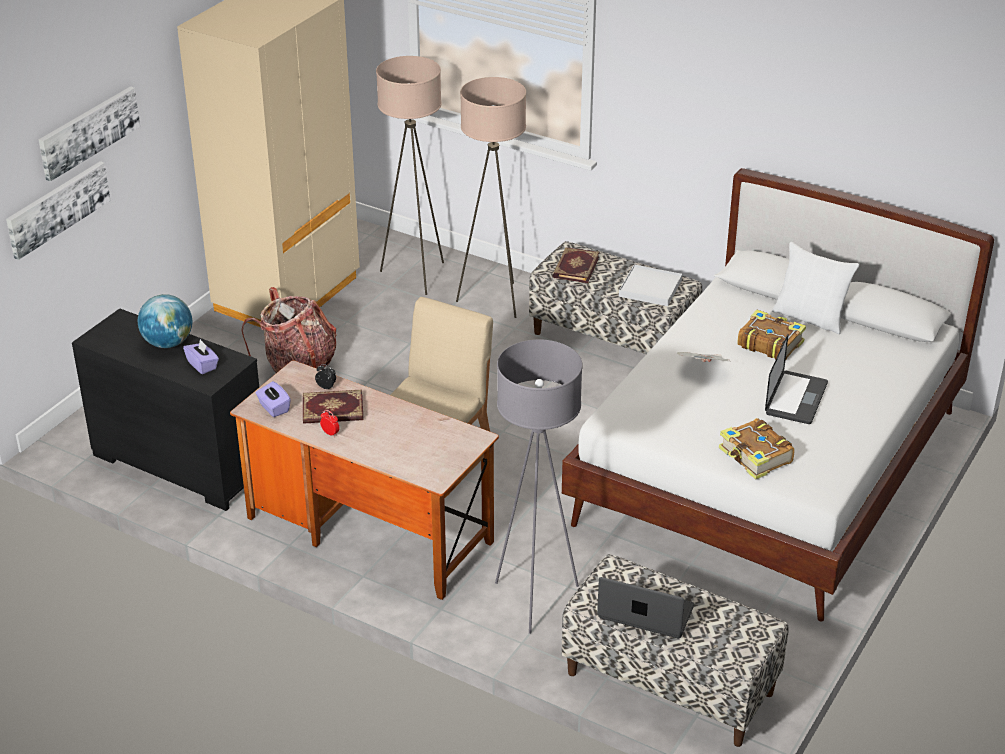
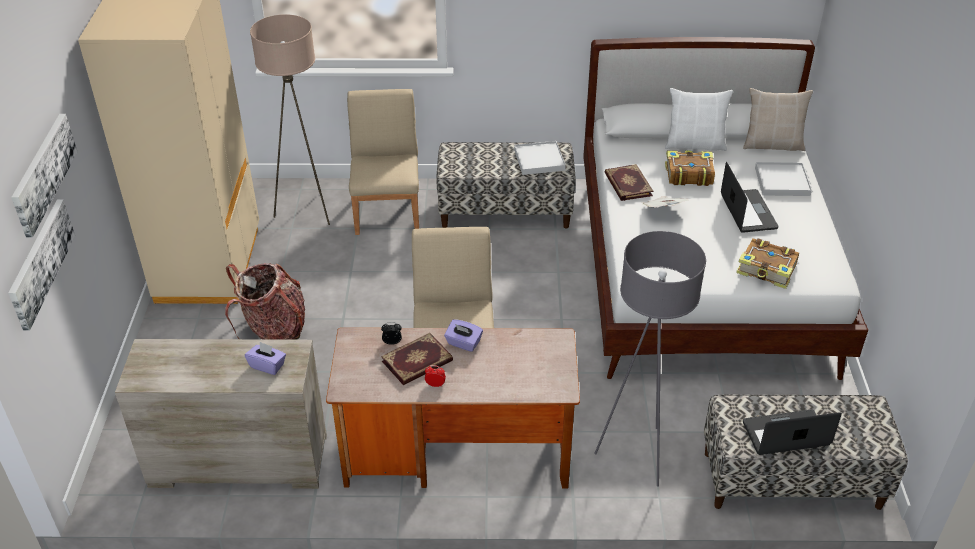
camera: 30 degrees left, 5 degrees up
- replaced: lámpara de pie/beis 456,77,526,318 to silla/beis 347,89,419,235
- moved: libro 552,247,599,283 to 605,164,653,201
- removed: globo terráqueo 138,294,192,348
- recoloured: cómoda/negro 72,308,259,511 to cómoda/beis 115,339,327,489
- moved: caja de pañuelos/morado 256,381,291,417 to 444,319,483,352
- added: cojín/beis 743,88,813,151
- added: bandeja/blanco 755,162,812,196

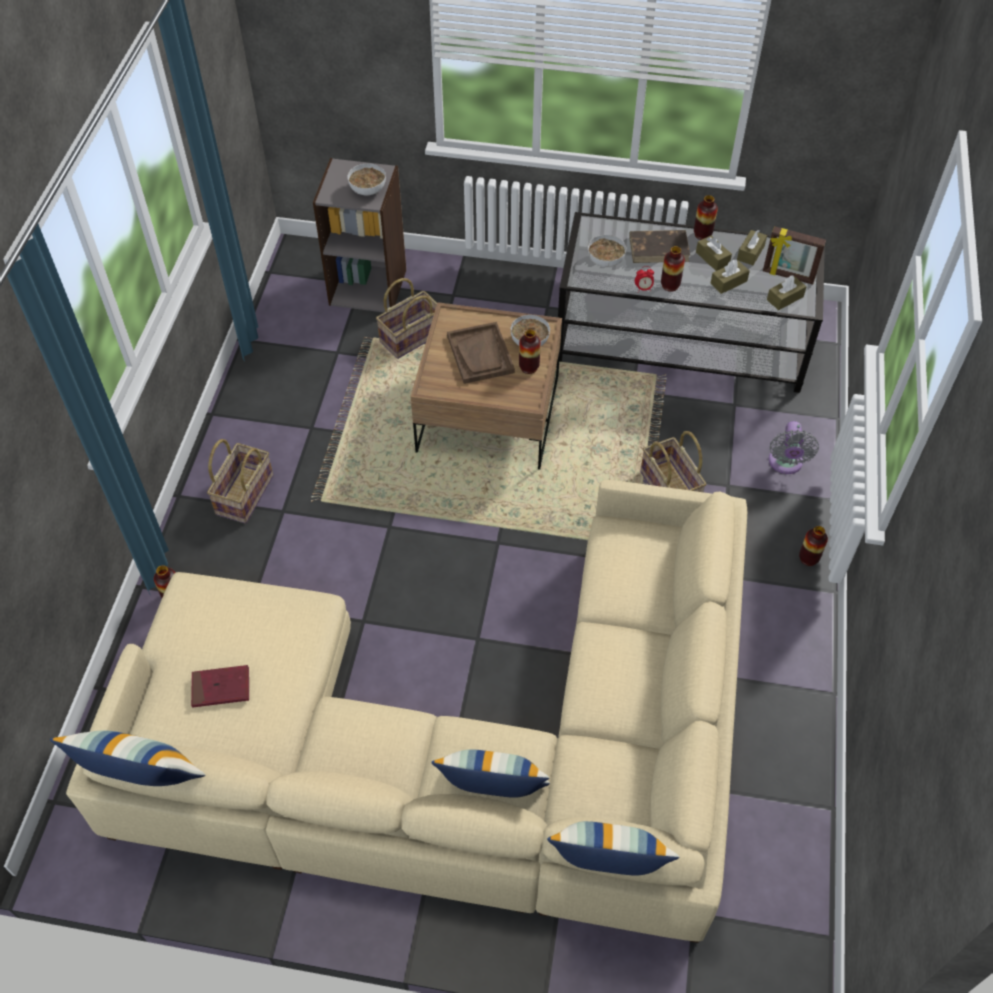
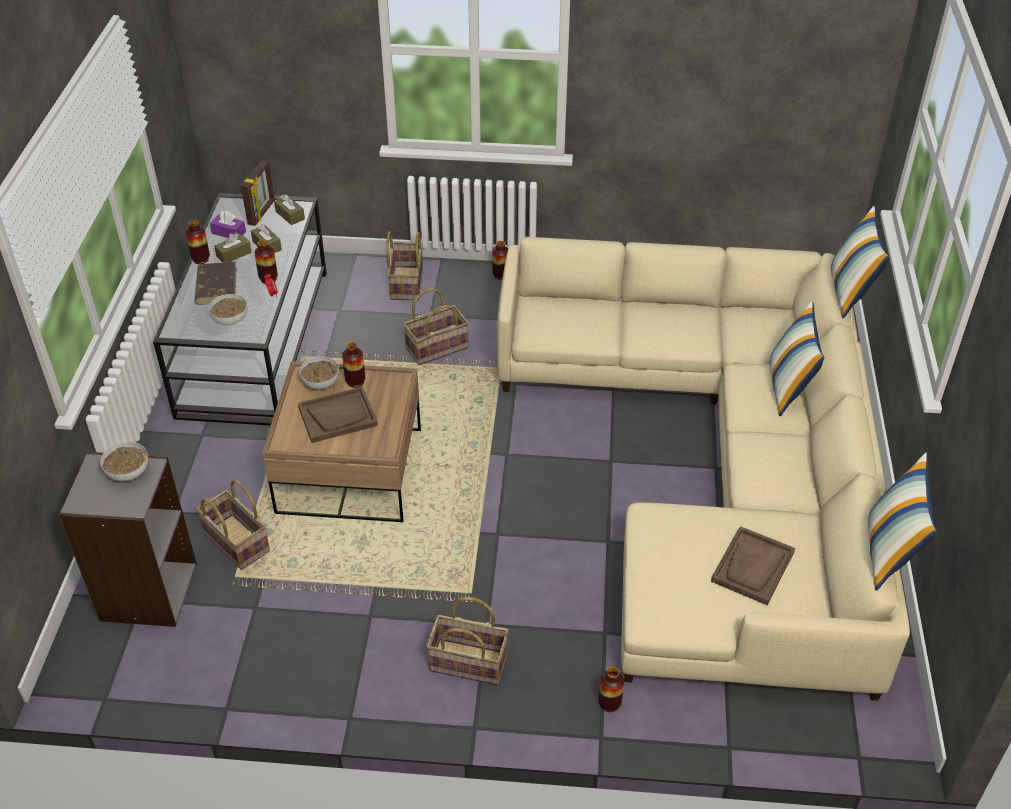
camera: 95 degrees left, 10 degrees down
- recoloured: caja de pañuelos/marrón 737,230,767,265 to caja de pañuelos/morado 210,211,246,238
- replaced: ventilador/gris 769,421,819,474 to cesta 386,231,423,300
- replaced: libro/rojo 191,665,249,707 to bandeja/marrón 711,526,795,605

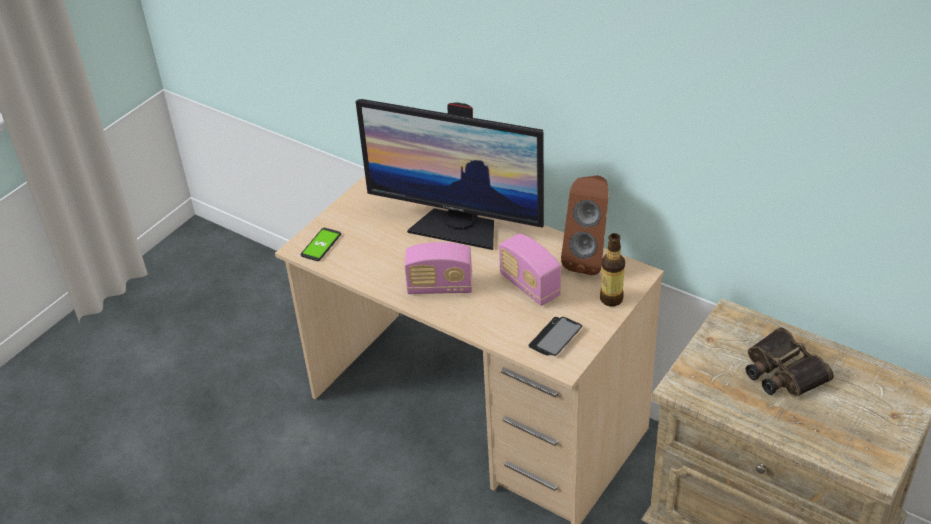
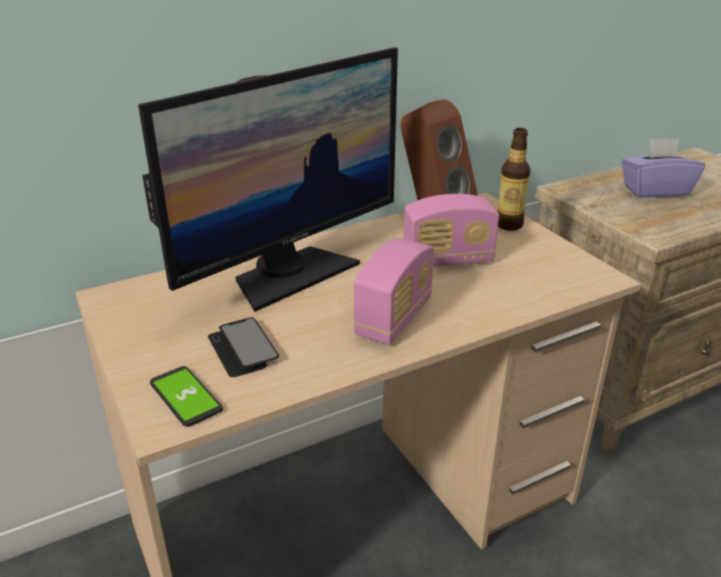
camera: 65 degrees left, 10 degrees down
- moved: móvil 528,317,582,356 to 208,317,279,377
- replaced: prismáticos 746,327,834,397 to caja de pañuelos/morado 622,138,705,198

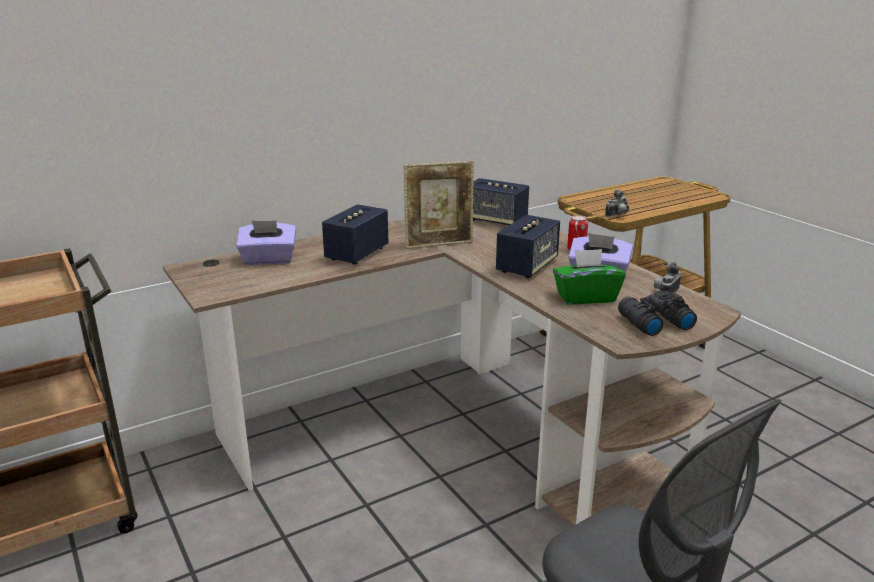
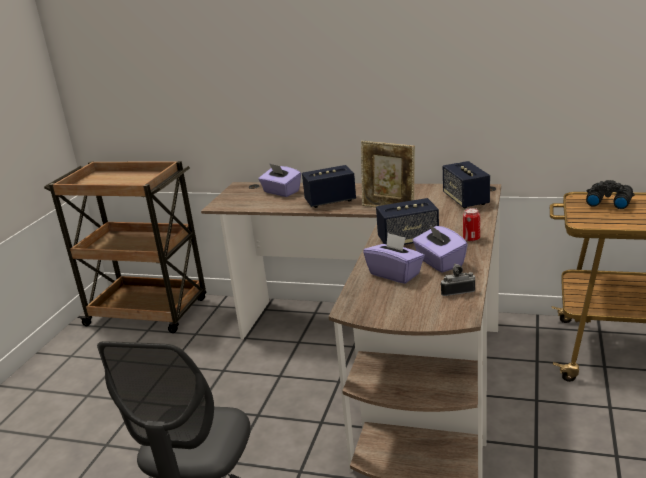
camera: 50 degrees right, 0 degrees up
- removed: cámara 605,190,629,217
- recoloured: caja de pañuelos/verde 553,249,626,305 to caja de pañuelos/morado 363,233,425,284
- moved: prismáticos/negro 618,290,697,336 to 586,180,635,209

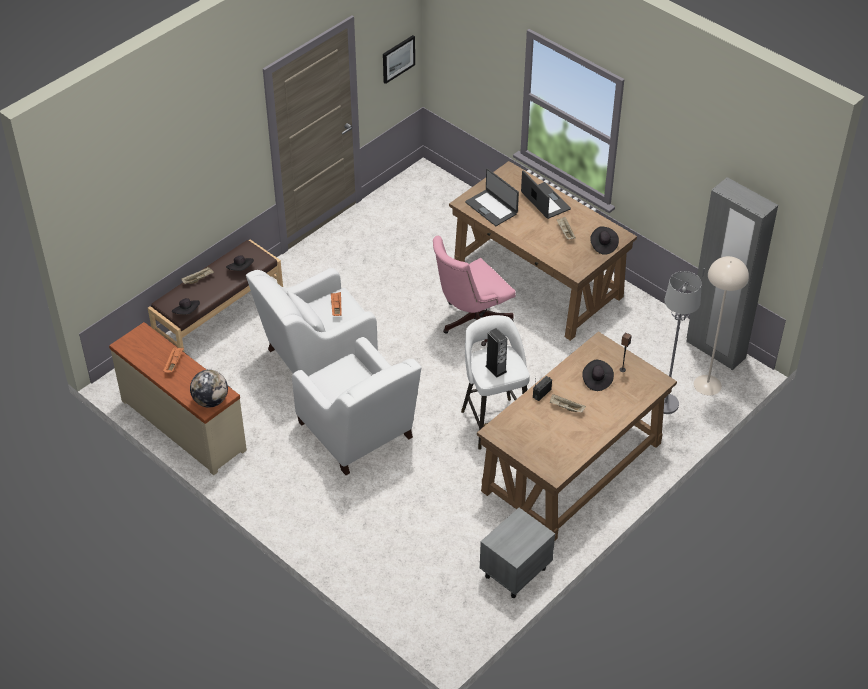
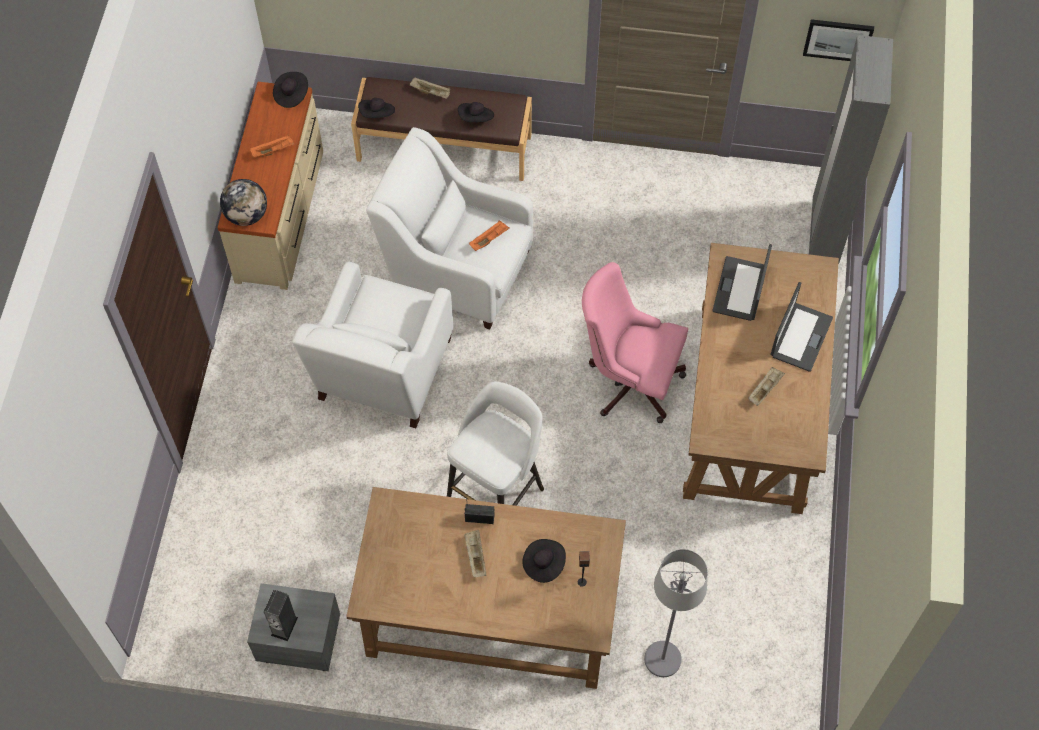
camera: 55 degrees right, 15 degrees up
- moved: armario ropero/gris 686,177,778,370 to 809,35,893,265
- moved: sombrero/negro 590,226,619,255 to 273,72,308,108
- removed: lámpara de pie/beis 694,256,749,395
- moved: altavoz 485,328,507,378 to 264,590,298,641

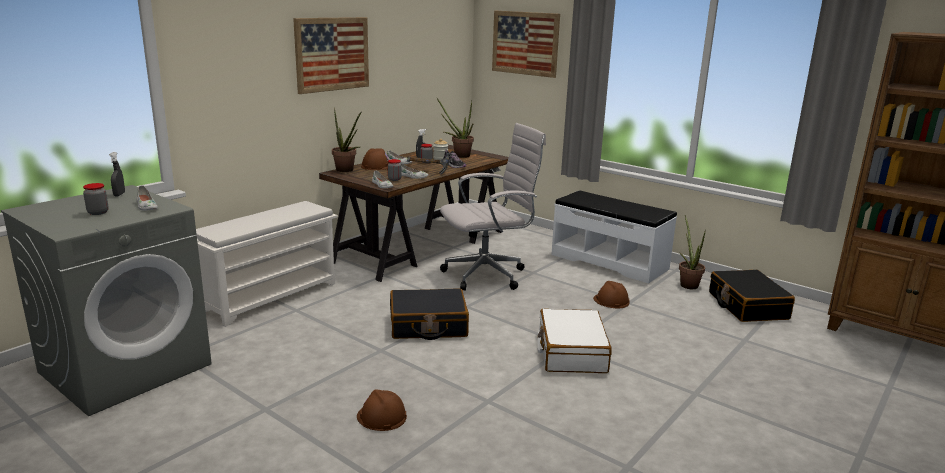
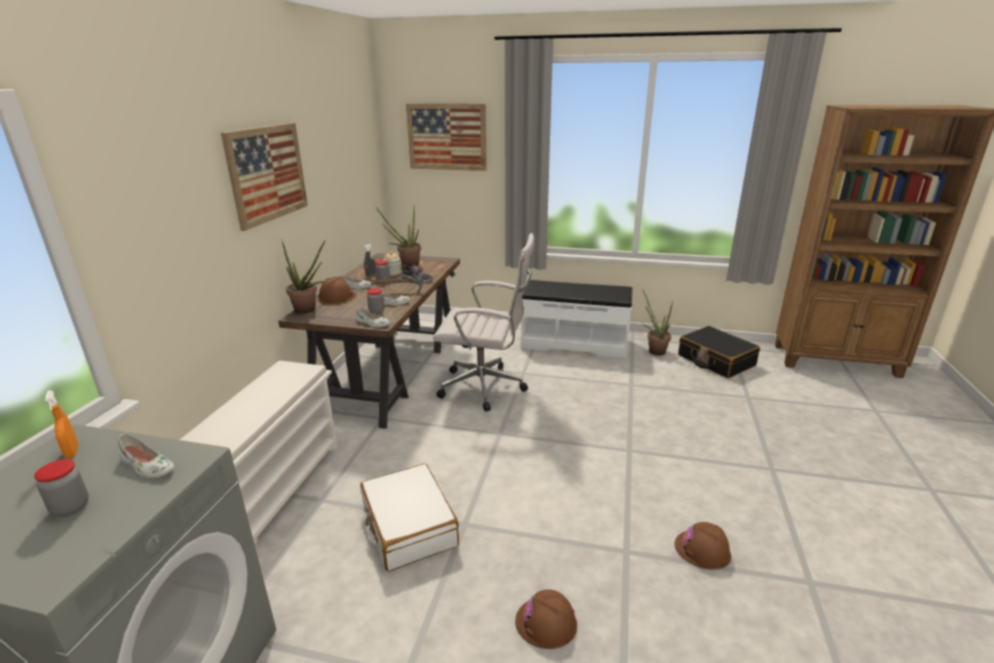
camera: 25 degrees left, 5 degrees up
- turned: silla de oficina/blanco 440,123,546,291 = 433,233,534,412 60 degrees clockwise
- recoloured: pulverizador/gris 109,152,125,196 to pulverizador/naranja 45,390,78,459
- moved: casco/marrón 593,281,630,308 to 674,522,731,570
- removed: maleta/negro 390,288,469,340
- moved: maleta/blanco 538,309,612,373 to 360,463,459,571

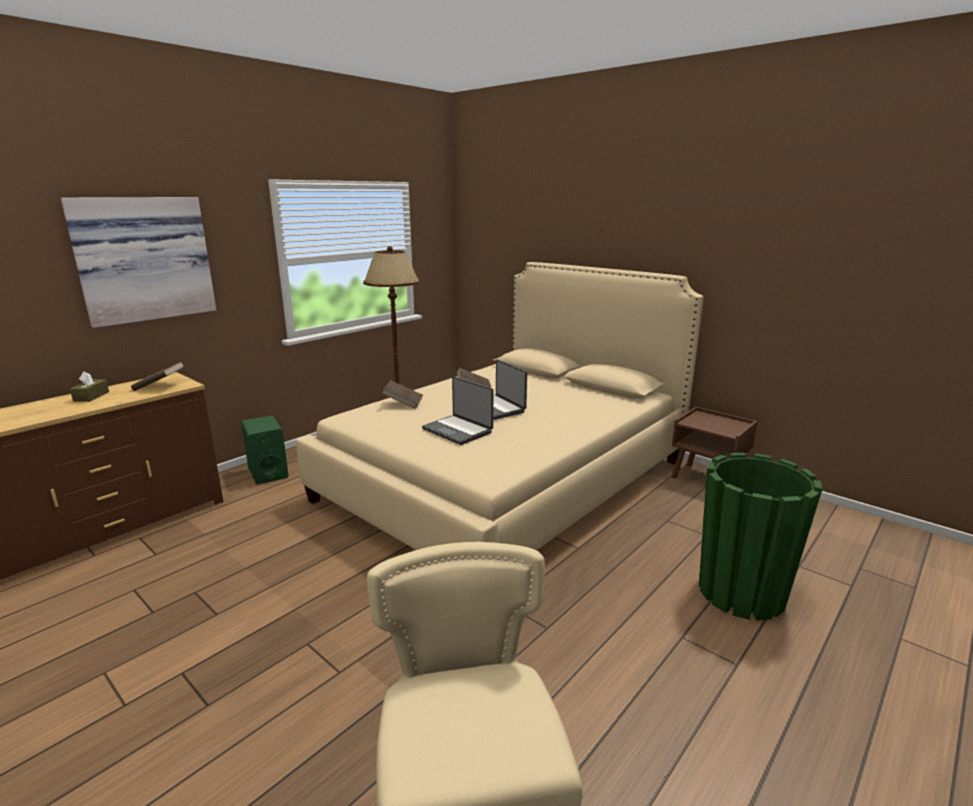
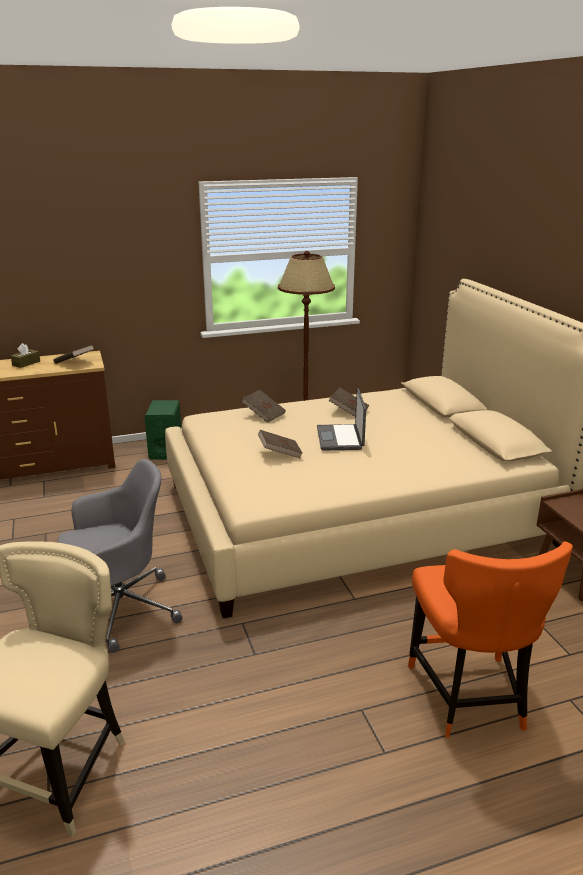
camera: 30 degrees right, 5 degrees up
- removed: cuadro 61,197,216,328
- replaced: portátil 422,376,493,445 to libro/marrón 258,430,303,458
- replaced: maceta/verde 699,453,823,620 to silla/naranja 408,541,573,738
- added: silla de oficina/gris 57,459,183,653

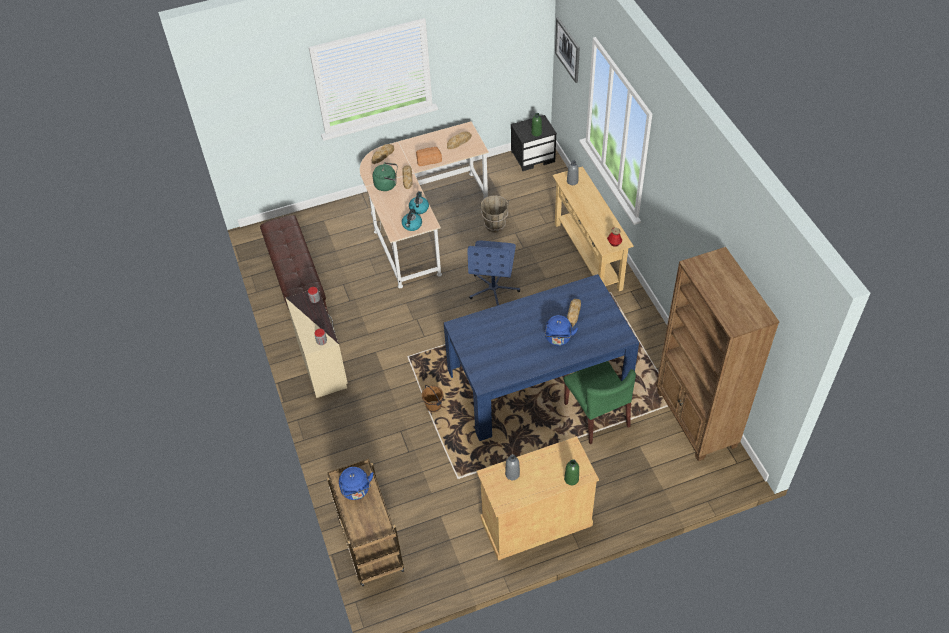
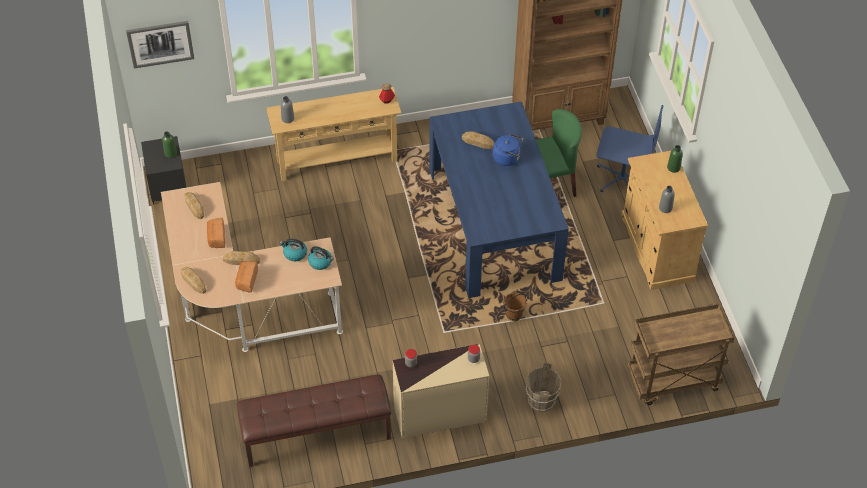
camera: 85 degrees left, 0 degrees up
- replaced: hervidor/verde 372,162,398,191 to pan 235,261,258,292
- moved: cubo/marrón 480,195,509,233 to 526,362,562,412
- moved: silla de oficina/azul 467,240,520,306 to 596,105,664,192
- removed: hervidor/azul 339,467,374,500

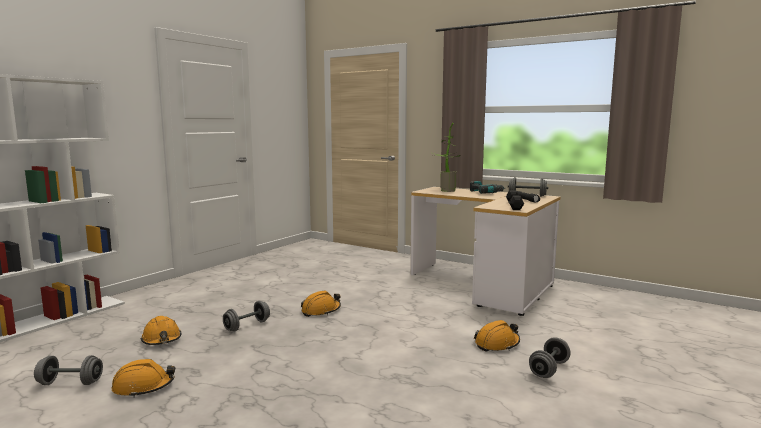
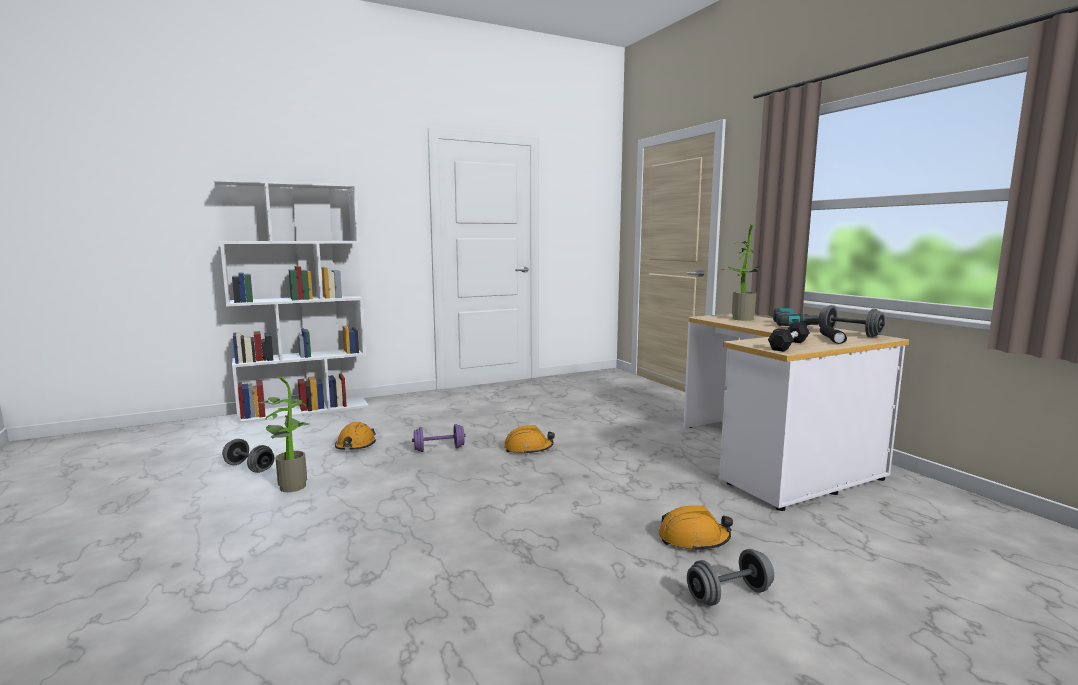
camera: 30 degrees right, 0 degrees up
- recoloured: mancuerna/gris 223,301,270,332 to mancuerna/morado 412,424,466,452
- replaced: casco/naranja 111,359,175,398 to planta en maceta 259,377,309,492

